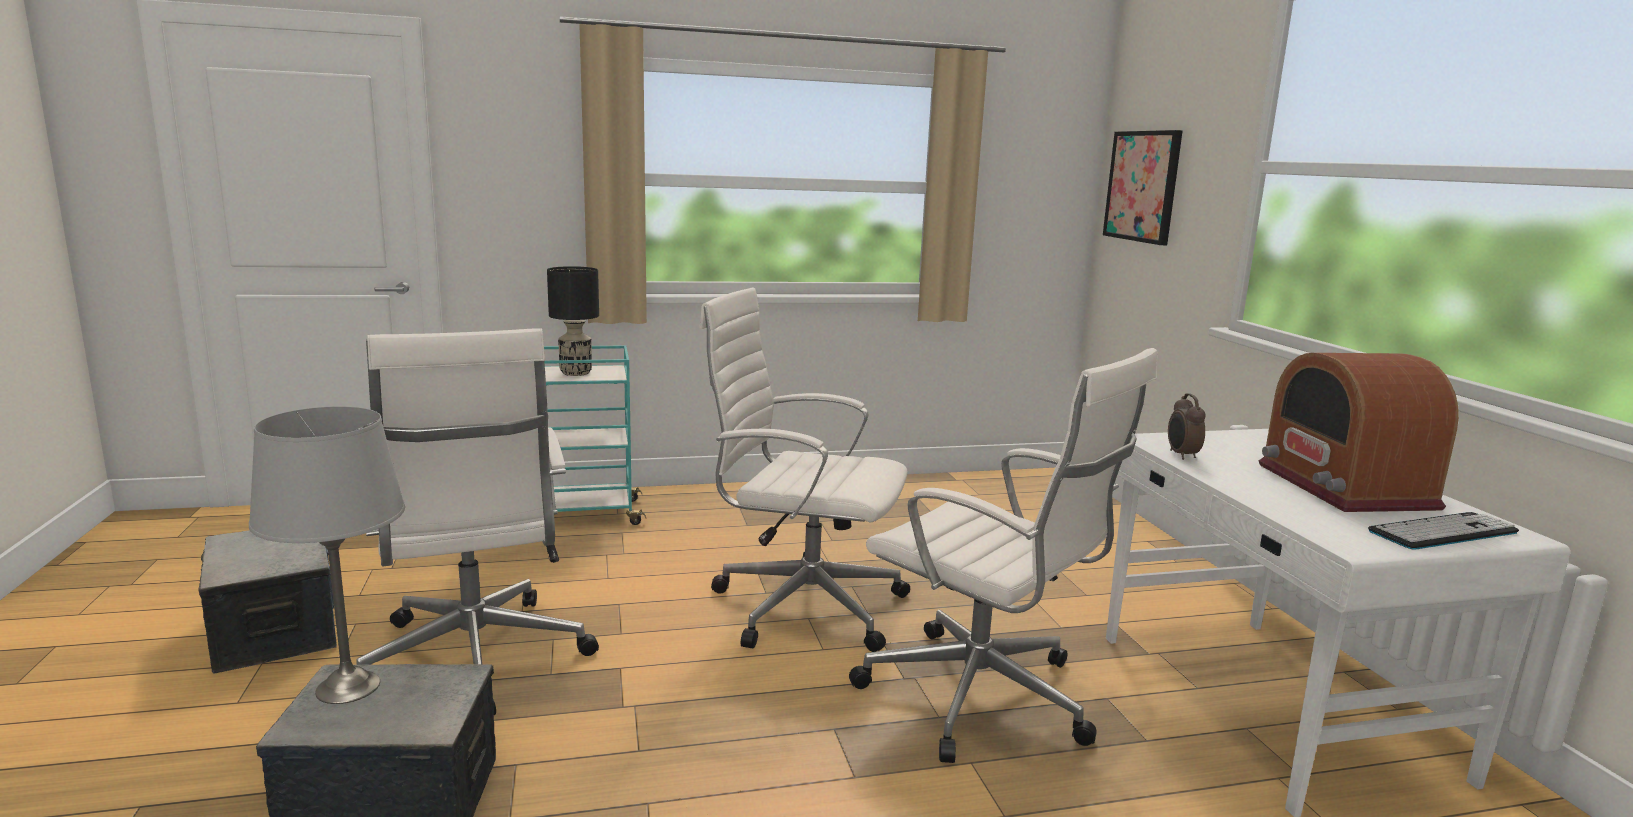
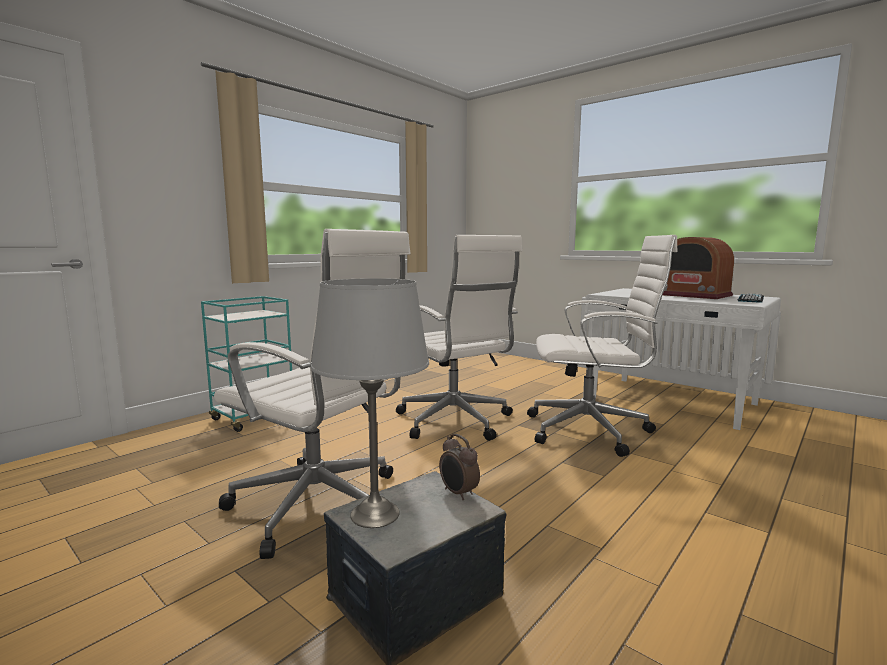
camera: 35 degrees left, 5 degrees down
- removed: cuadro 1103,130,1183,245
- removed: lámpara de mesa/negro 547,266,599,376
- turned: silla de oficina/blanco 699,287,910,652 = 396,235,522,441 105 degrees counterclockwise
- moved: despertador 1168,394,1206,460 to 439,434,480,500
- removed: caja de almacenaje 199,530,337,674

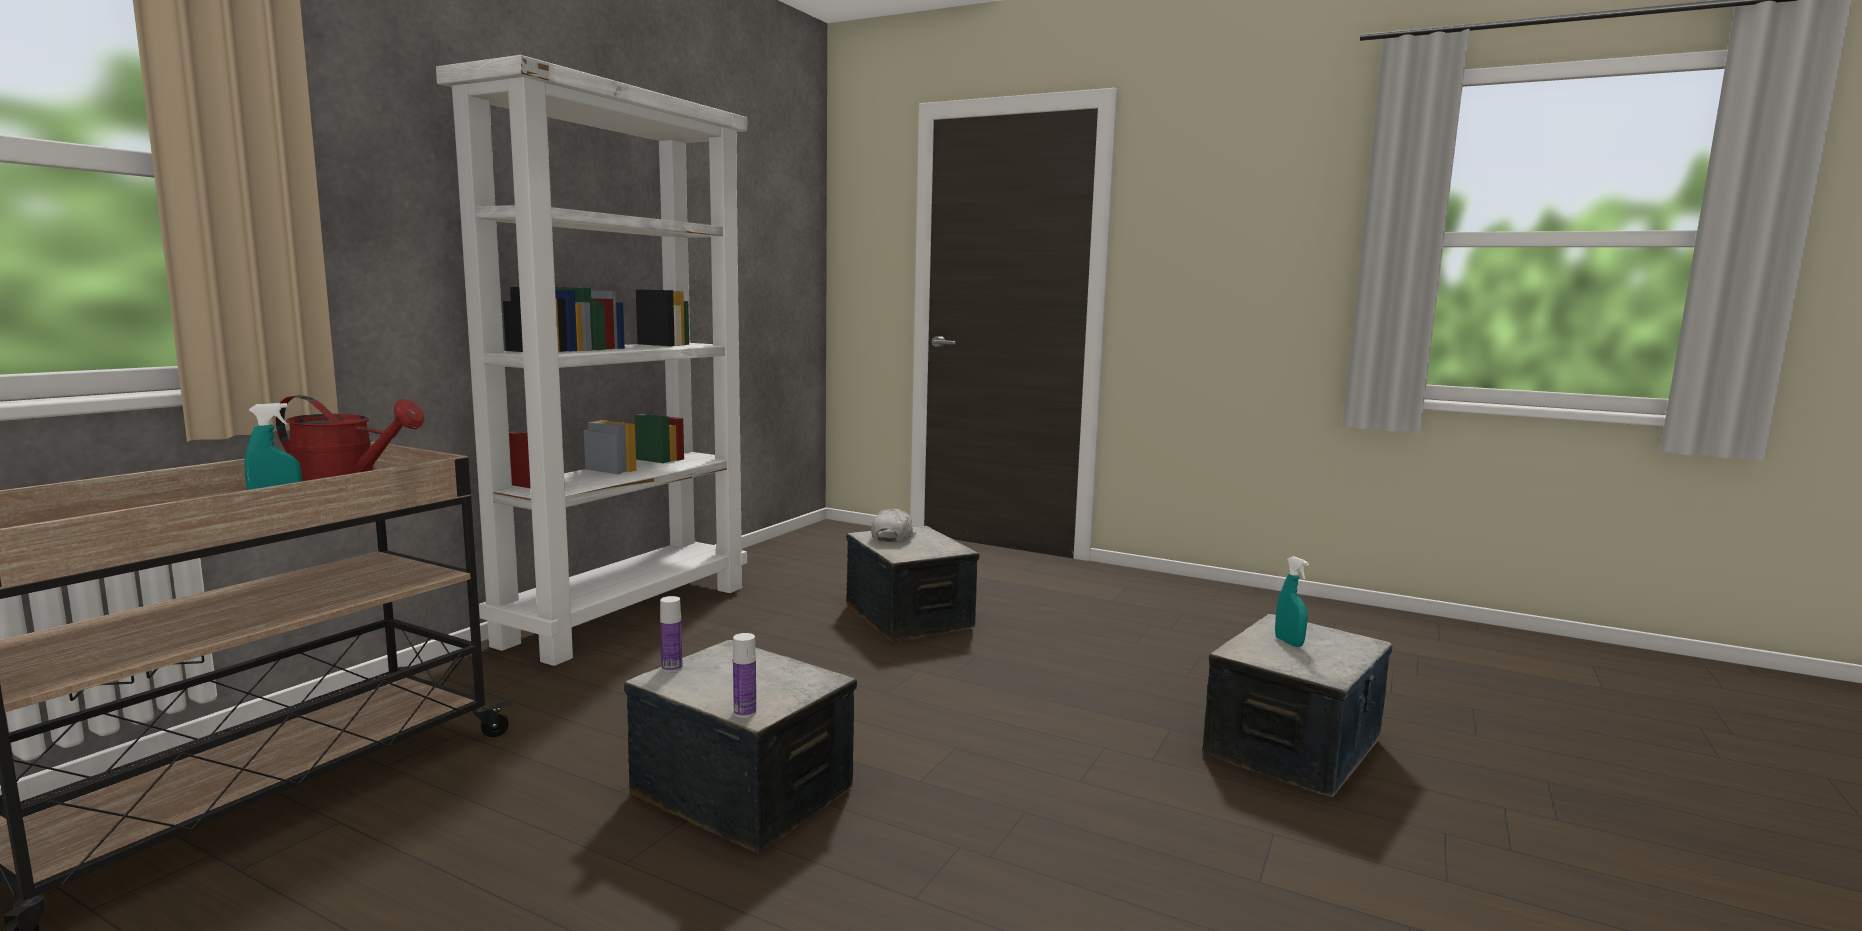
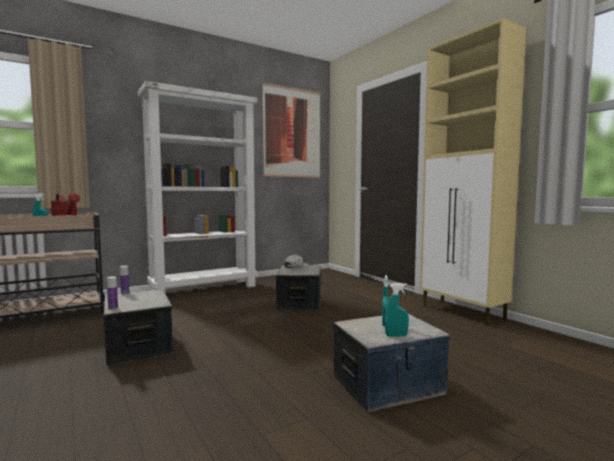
camera: 30 degrees right, 5 degrees down
- added: armario/beis 420,18,526,326
- added: cuadro 262,83,320,178
- added: pulverizador/turquesa 385,283,409,337

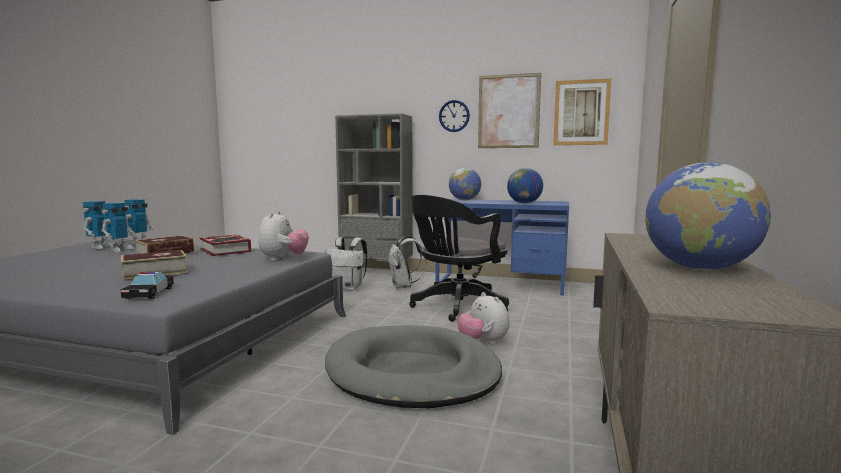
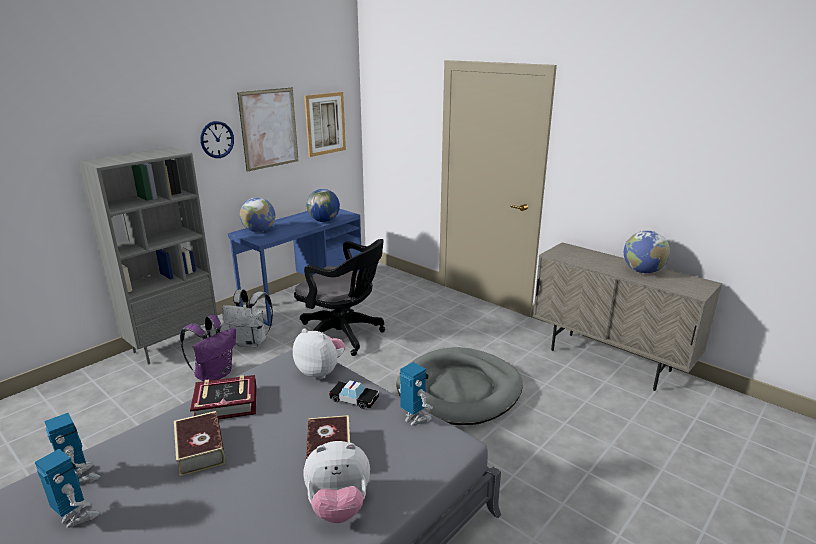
camera: 65 degrees left, 15 degrees up
- turned: silla de oficina/negro 409,195,509,322 = 294,239,385,356 45 degrees counterclockwise
- moved: robot de juguete 101,203,134,252 to 399,362,433,425
- recoloured: mochila/blanco 325,237,367,291 to mochila/morado 180,315,236,381
- moved: coche de juguete 120,272,174,299 to 329,380,379,409
- moved: peluche 457,292,510,345 to 303,441,370,523

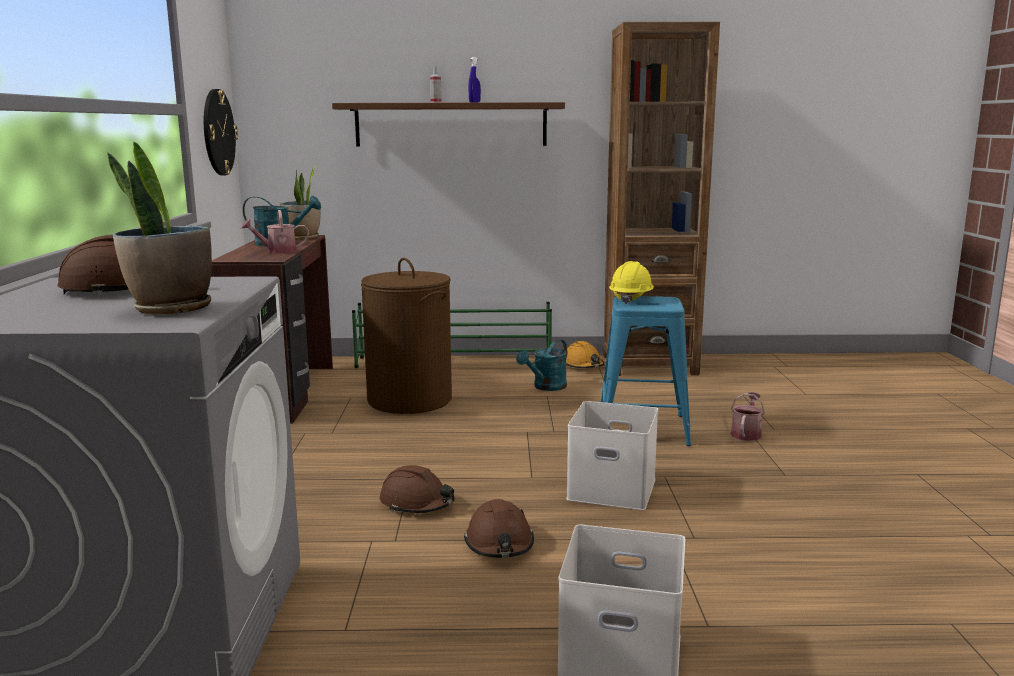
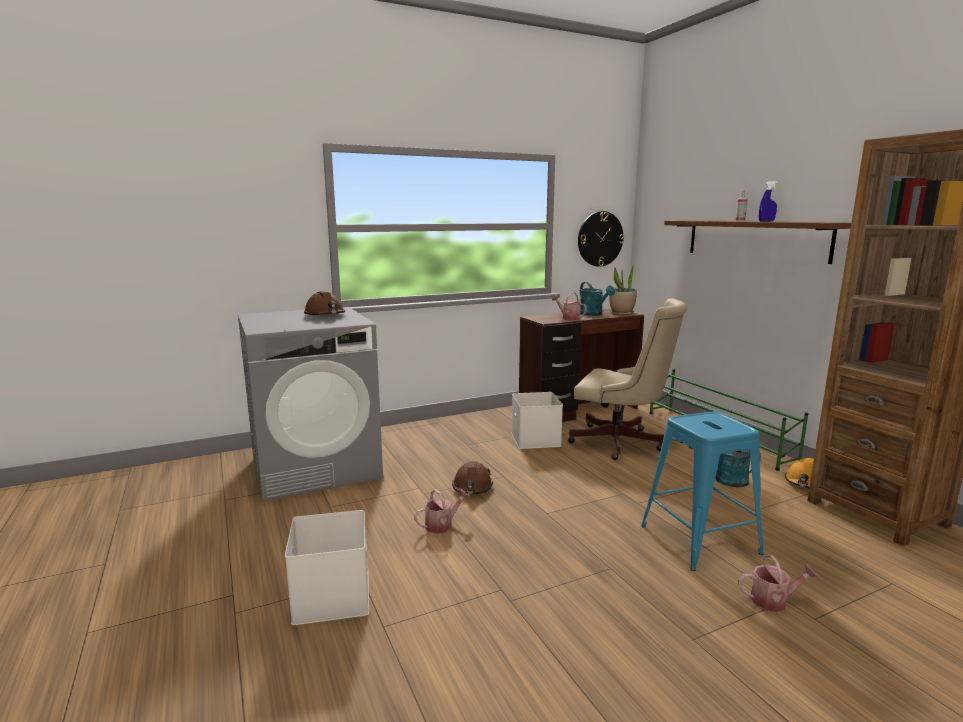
camera: 65 degrees right, 0 degrees up
- removed: planta en maceta 107,142,212,314
- replaced: cesto de la ropa/marrón 361,258,452,414 to silla de oficina/beis 568,298,687,460
- removed: casco/amarillo 609,261,654,304
- moved: caja de almacenaje/blanco 566,401,658,510 to 511,392,563,449
- replaced: casco/marrón 464,499,534,558 to regadera 414,489,470,534

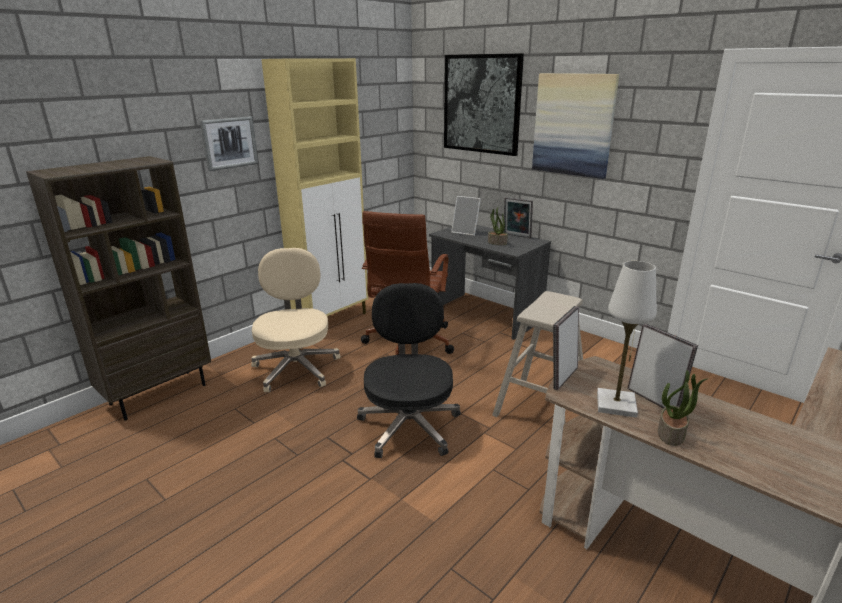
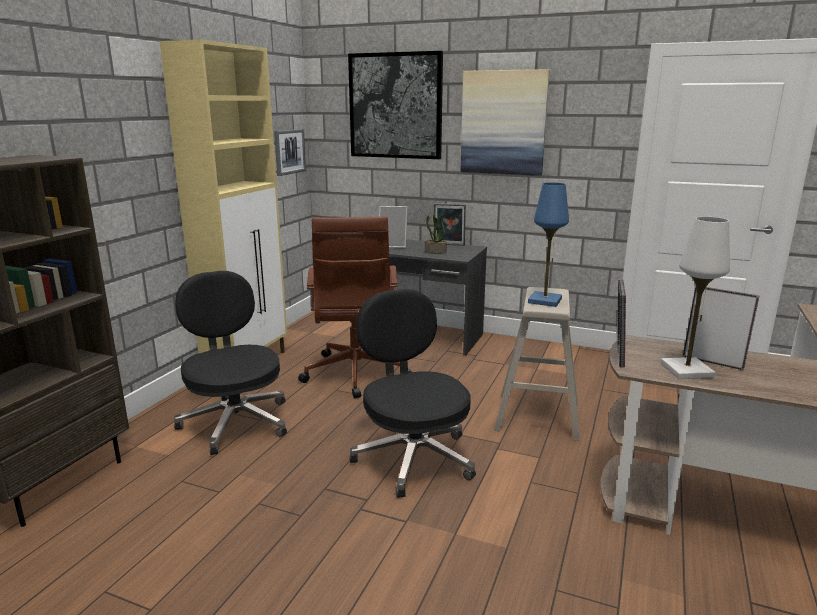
camera: 20 degrees left, 5 degrees down
- moved: cuadro 200,116,258,171 to 274,129,306,176
- recoloured: silla de oficina/beis 251,248,341,392 to silla de oficina/negro 174,271,287,455
- removed: planta en maceta 658,370,709,446
- added: lámpara de mesa/azul 528,182,569,307

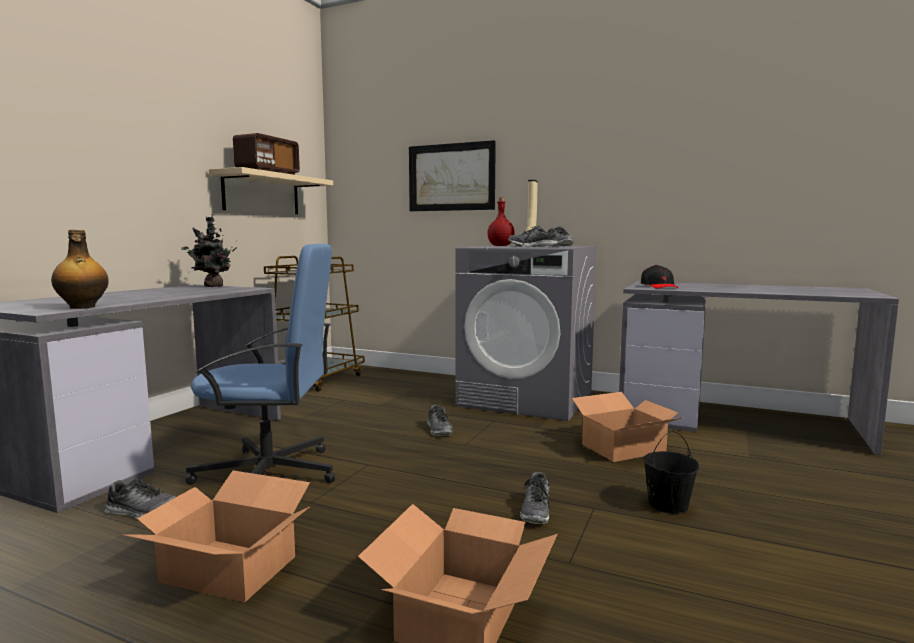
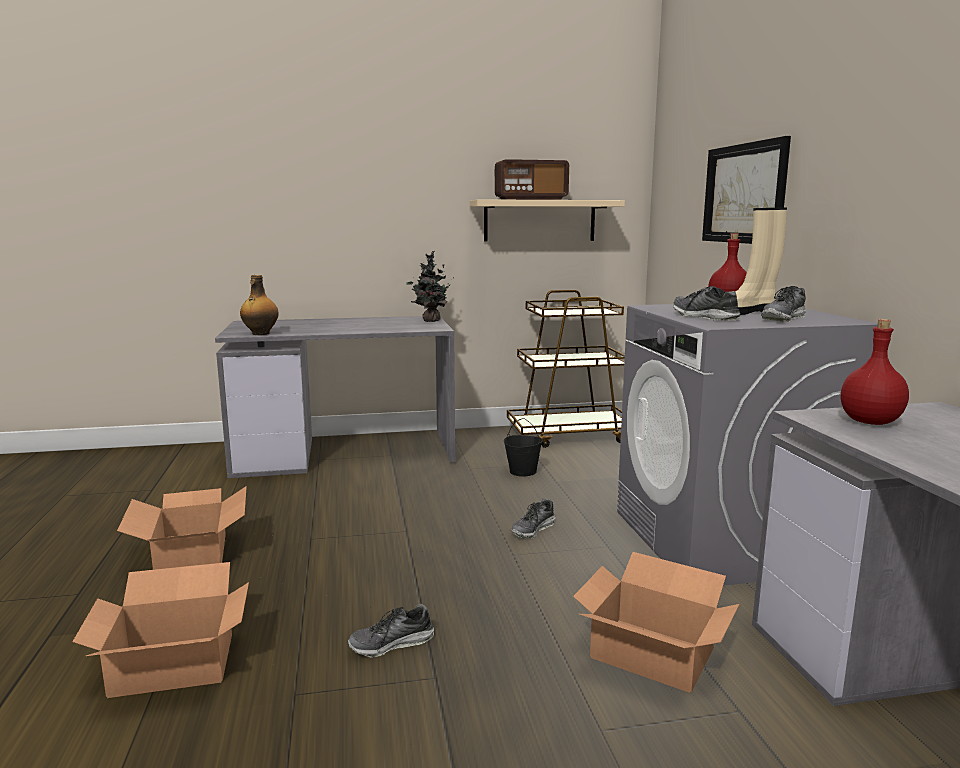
camera: 55 degrees right, 5 degrees up
- removed: silla de oficina/azul 185,244,335,485
- replaced: gorra/negro 641,265,679,288 to botella/rojo 841,319,909,425
- moved: cubo/negro 643,430,699,514 to 504,418,543,477
- removed: zapato 105,479,176,519

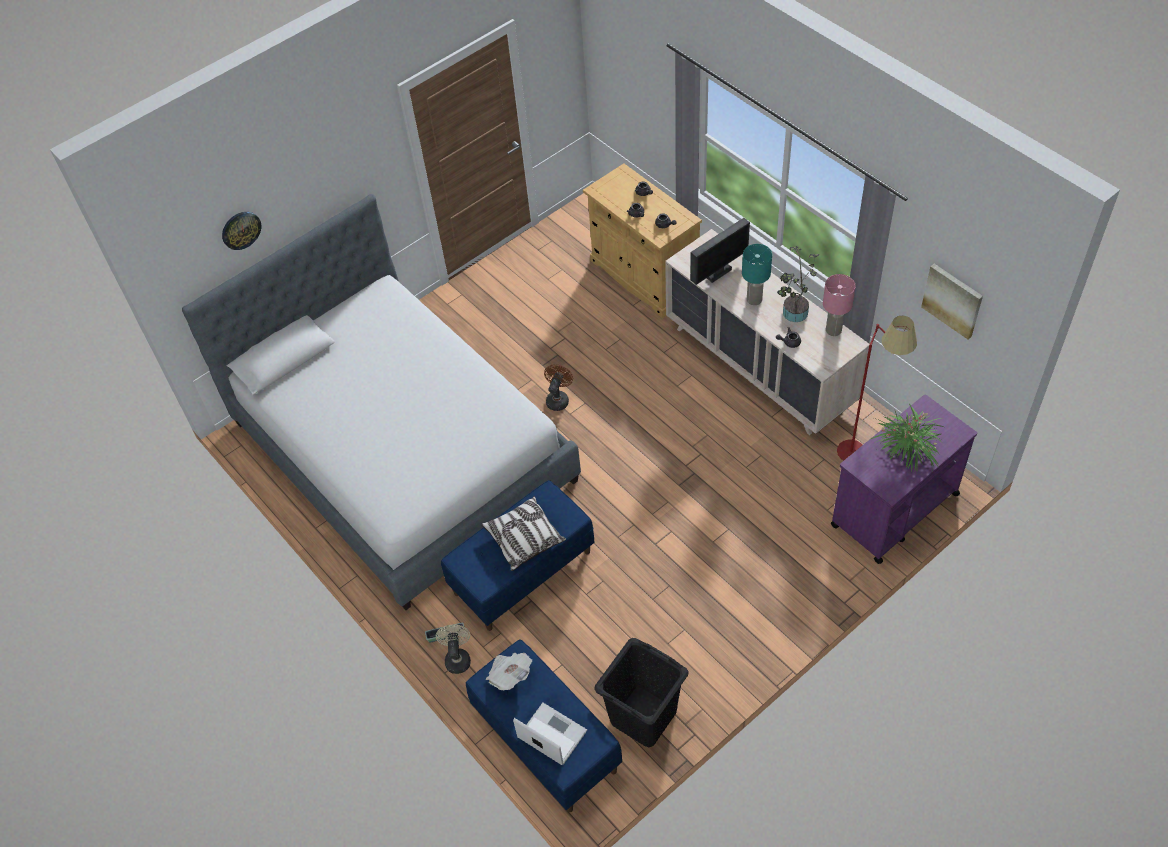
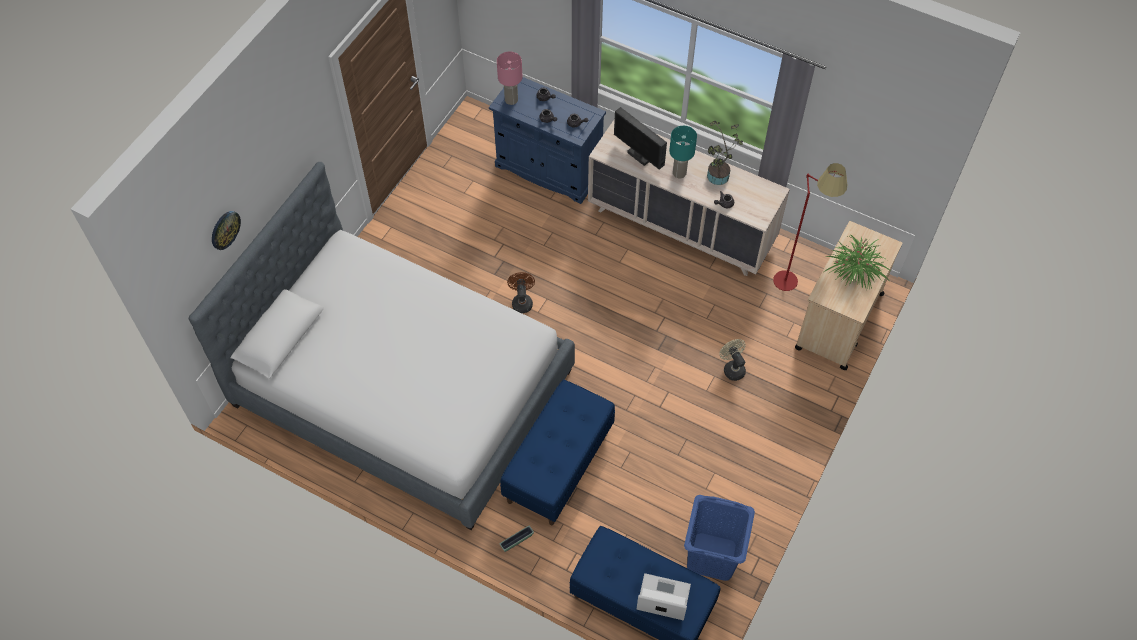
camera: 25 degrees left, 5 degrees up
- recoloured: armario/beis 583,163,702,318 to armario/azul 489,77,606,204
- turned: monitor 690,218,750,285 = 614,107,667,170 105 degrees clockwise
- removed: cuadro 921,264,983,339
- moved: lámpara de mesa/rosa 823,274,856,336 to 497,51,523,105
- recoloured: carrito/morado 831,395,977,564 to carrito/beis 795,221,902,370
- removed: cojín 481,496,566,571
- moved: ventilador/beis 436,625,471,674 to 719,339,746,381
- recoloured: cesto de la ropa/negro 594,638,689,747 to cesto de la ropa/azul 684,495,755,581
- removed: periódico 486,653,532,691

